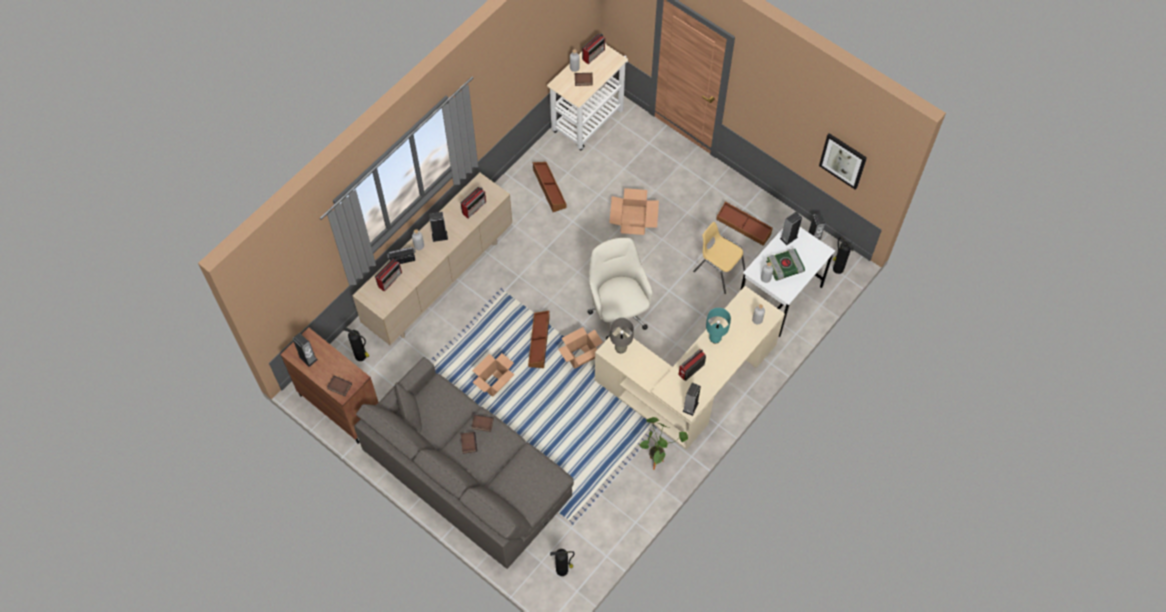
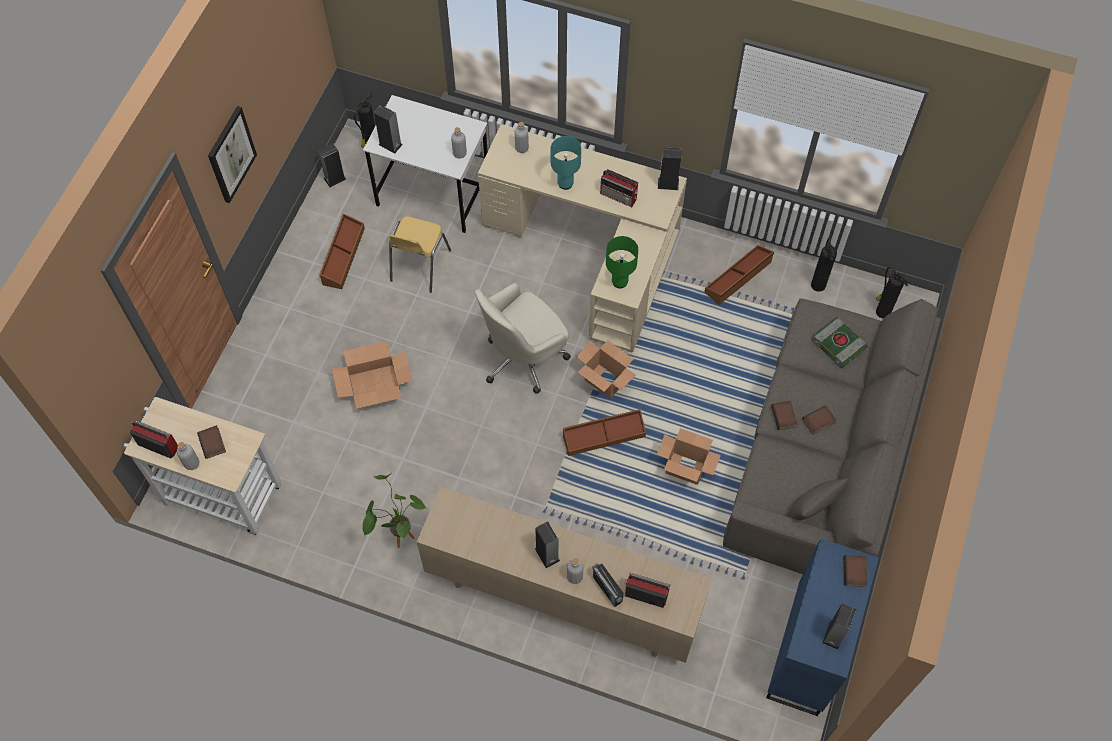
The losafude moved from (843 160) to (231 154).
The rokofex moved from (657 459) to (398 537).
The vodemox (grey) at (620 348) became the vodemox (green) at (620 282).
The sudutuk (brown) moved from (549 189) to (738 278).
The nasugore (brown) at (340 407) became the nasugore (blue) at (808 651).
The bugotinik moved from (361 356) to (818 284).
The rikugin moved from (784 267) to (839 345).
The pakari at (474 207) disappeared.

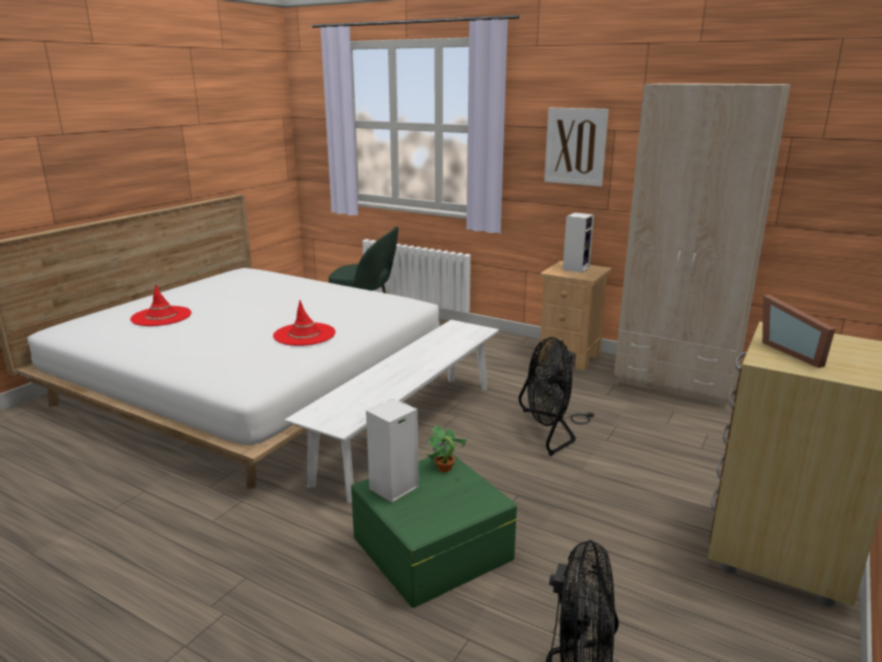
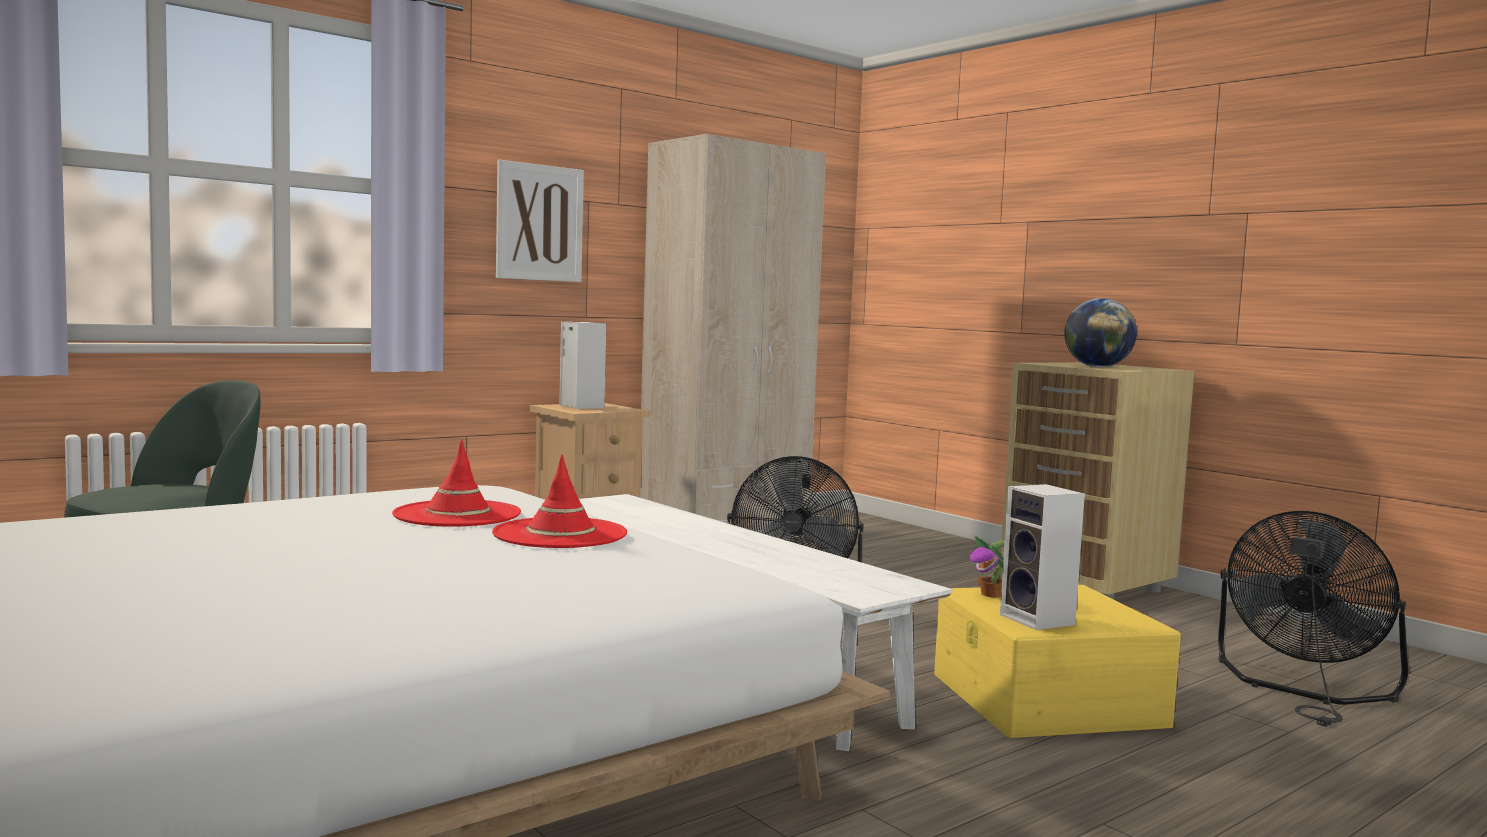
The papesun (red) moved from (161 316) to (457 514).
The sudutuk (green) at (431 547) became the sudutuk (yellow) at (1047 700).
The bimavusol at (794 351) was replaced by the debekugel at (1097 367).

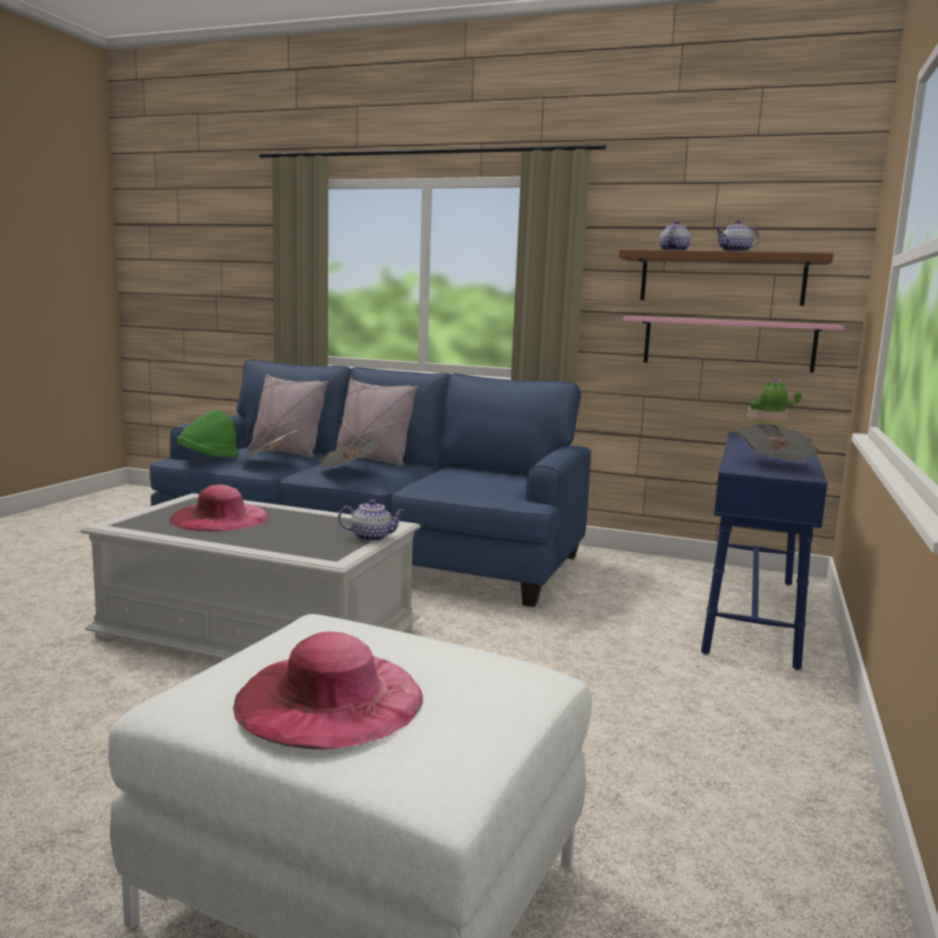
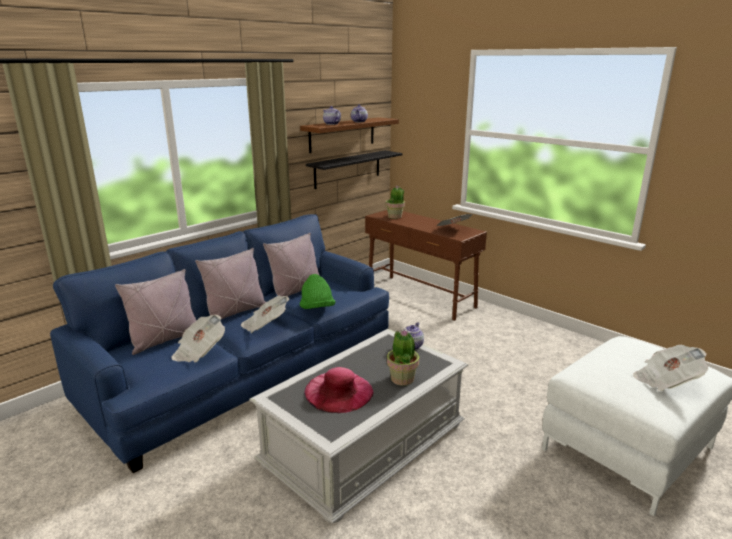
The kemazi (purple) at (296 291) appeared.
The papesun (green) moved from (208 458) to (317 309).
The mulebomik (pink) at (728 343) became the mulebomik (black) at (347 169).
The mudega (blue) at (749 615) became the mudega (brown) at (419 297).
The rokofex at (402 378) appeared.
The papesun (pink) at (330 698) was replaced by the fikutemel at (666 380).

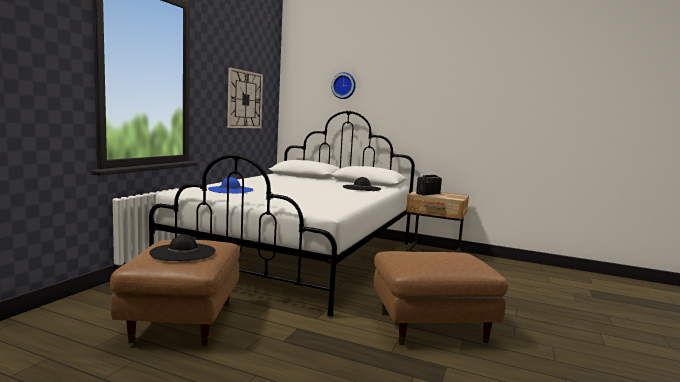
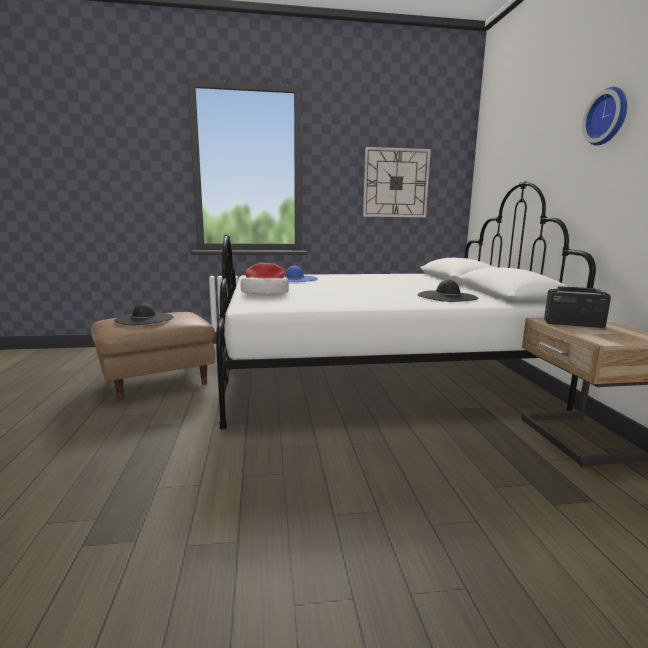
The papesun at (265 293) appeared.
The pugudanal moved from (344 86) to (608 117).
The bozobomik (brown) at (430 327) disappeared.

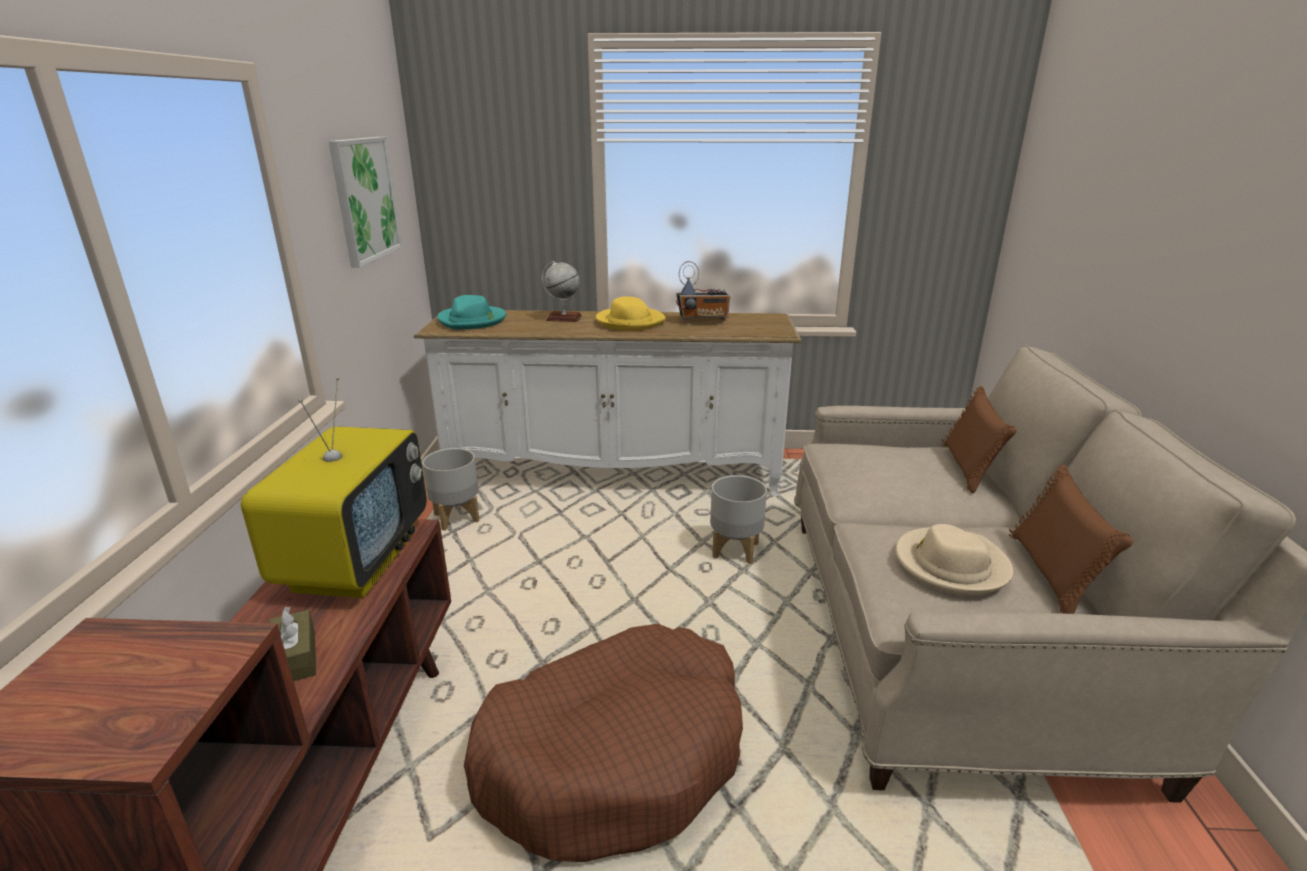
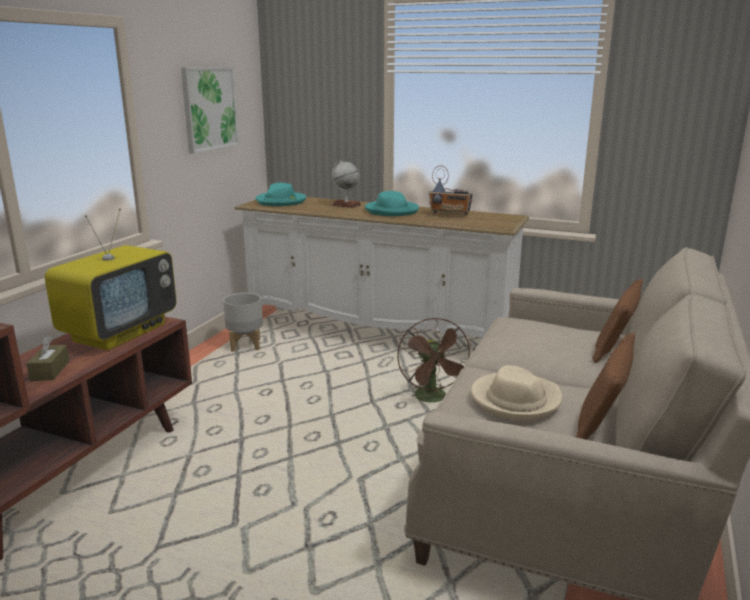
The papesun (yellow) at (629 322) became the papesun (turquoise) at (392 211).
The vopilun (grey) at (735 551) was replaced by the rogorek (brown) at (433 399).
The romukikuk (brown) at (614 755) disappeared.

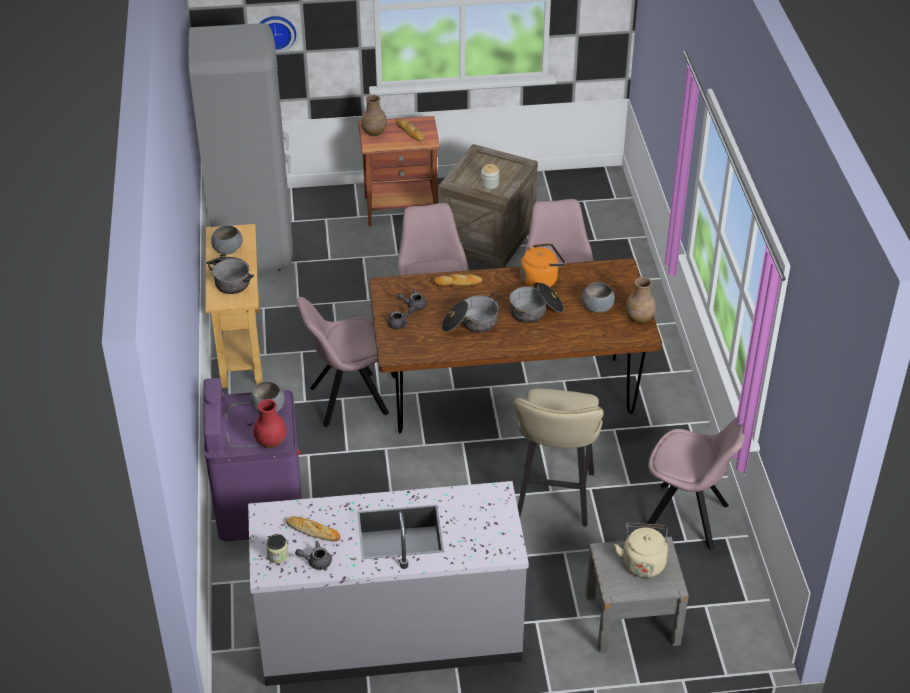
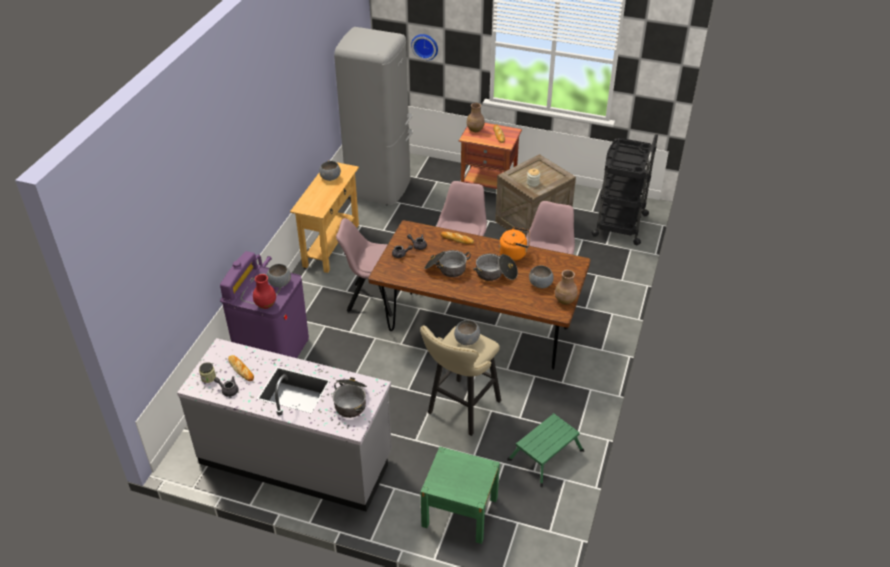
The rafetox moved from (230 280) to (351 401).
The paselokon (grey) at (632 619) became the paselokon (green) at (460 512).
The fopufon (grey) at (466 340) appeared.
The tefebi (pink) at (687 518) was replaced by the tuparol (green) at (545 455).
The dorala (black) at (619 225) appeared.
The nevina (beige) at (643 562) disappeared.

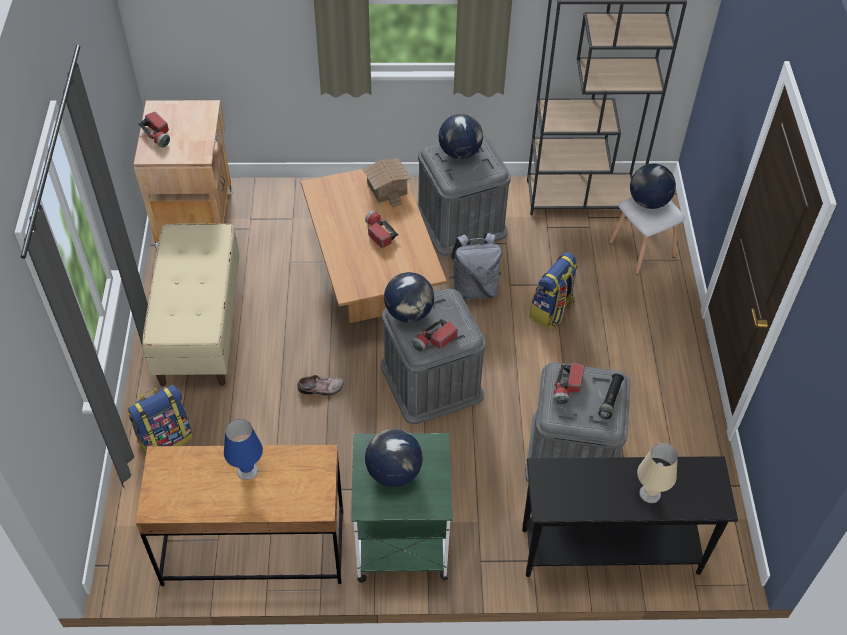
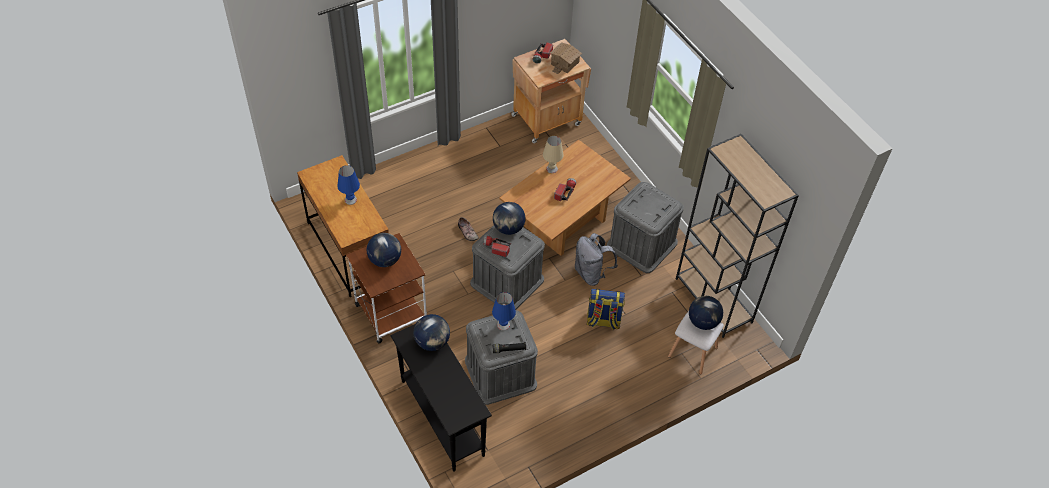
The dorala (green) at (400 541) became the dorala (brown) at (390 312).
The debekugel moved from (460 152) to (432 342).
The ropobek at (567 388) was replaced by the vodemox (blue) at (503 325).
The vodemox (beige) moved from (650 493) to (552 169).
The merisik moved from (387 188) to (565 63).
The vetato at (165 438) disappeared.
The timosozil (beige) at (199 326) disappeared.

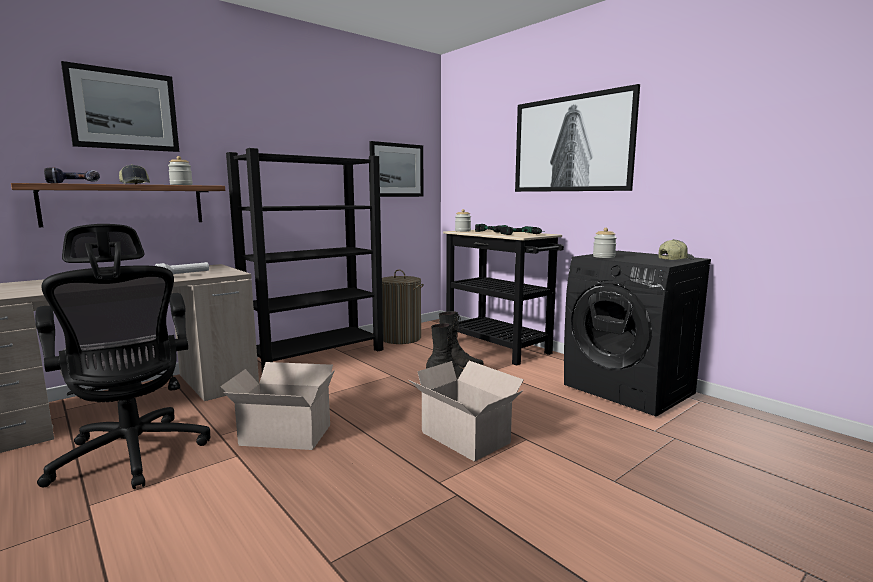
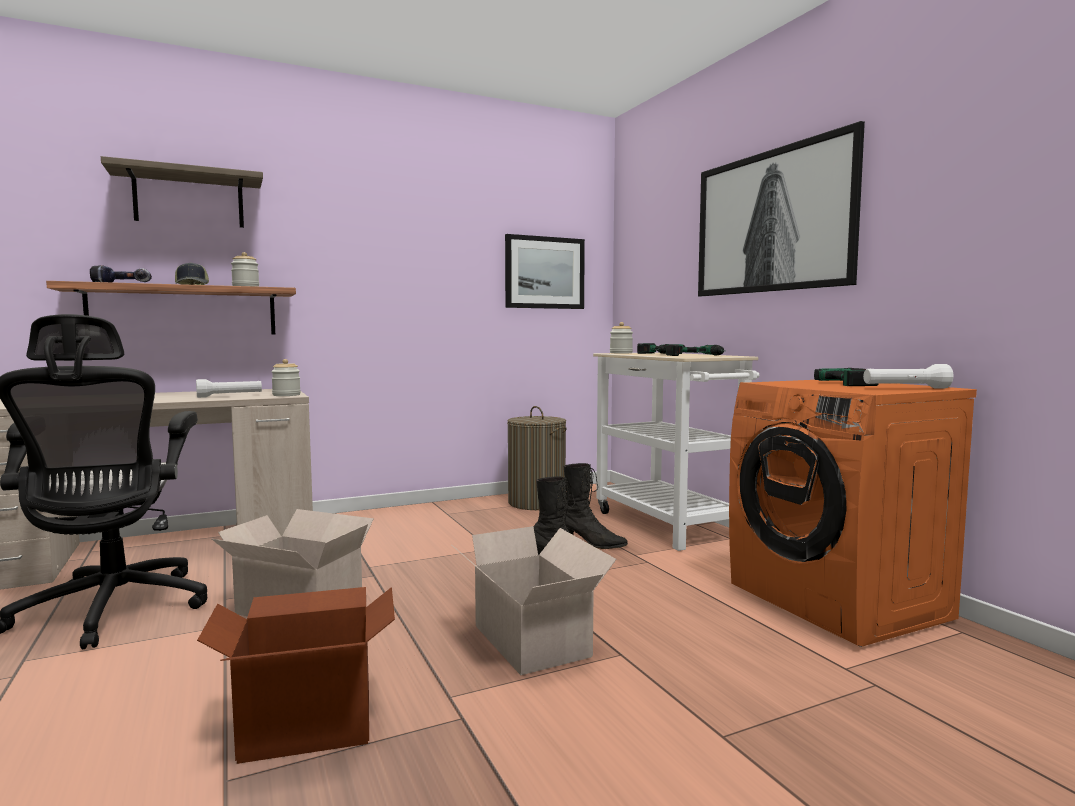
The losafude at (124 110) was replaced by the mulebomik at (189 200).
The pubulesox at (307 726) appeared.
The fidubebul moved from (603 257) to (286 395).
The dorala (black) at (499 348) became the dorala (white) at (668 525).
The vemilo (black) at (628 392) became the vemilo (orange) at (837 605).
The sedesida at (863 383) appeared.
The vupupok at (674 259) was replaced by the ropobek (white) at (905 388).
The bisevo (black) at (316 356) disappeared.

